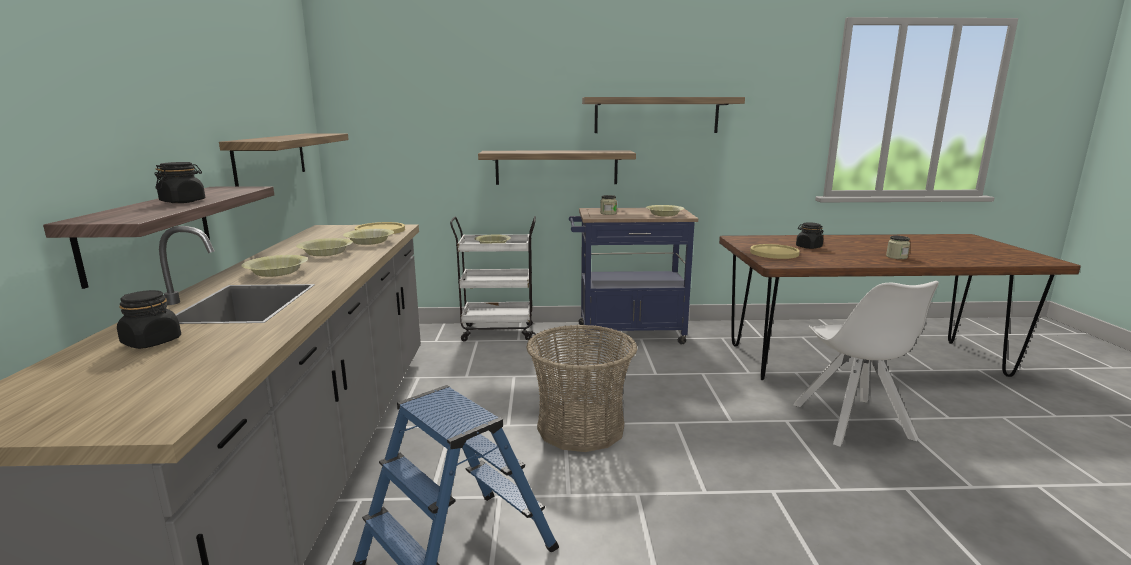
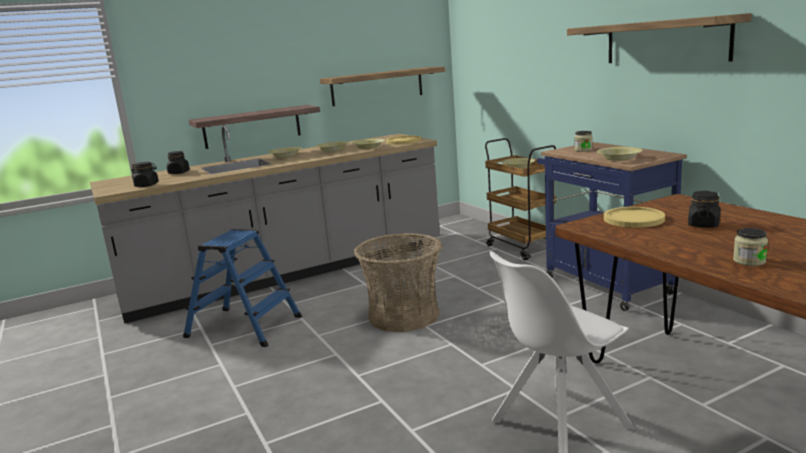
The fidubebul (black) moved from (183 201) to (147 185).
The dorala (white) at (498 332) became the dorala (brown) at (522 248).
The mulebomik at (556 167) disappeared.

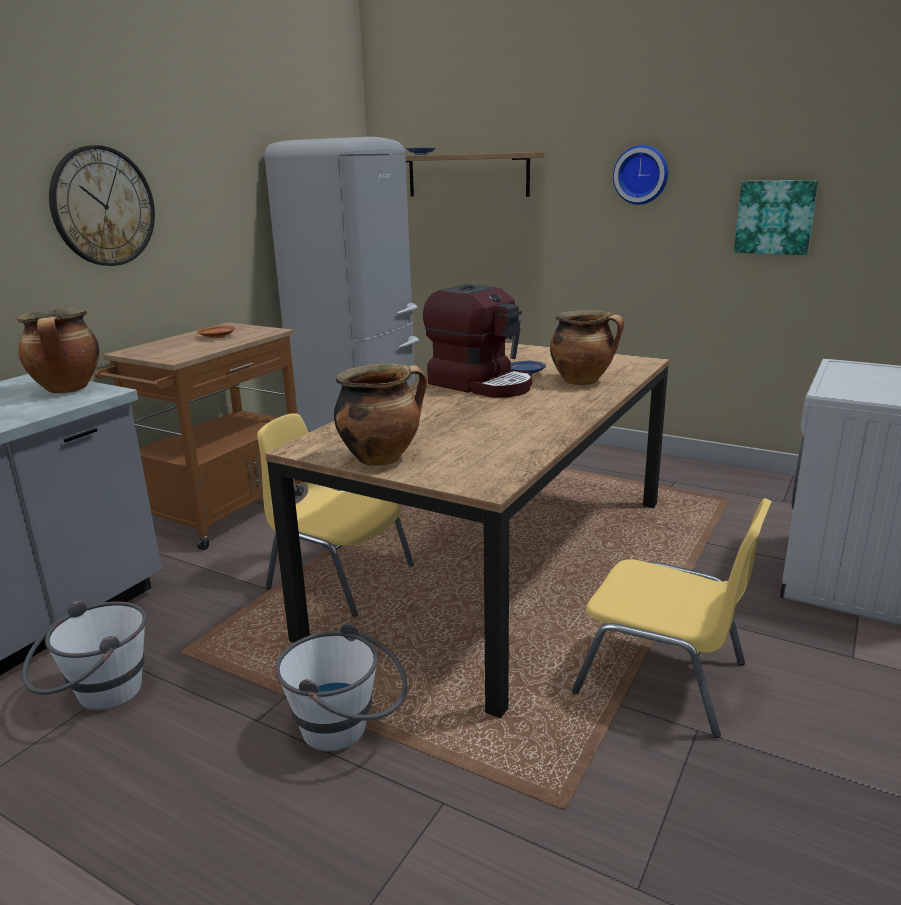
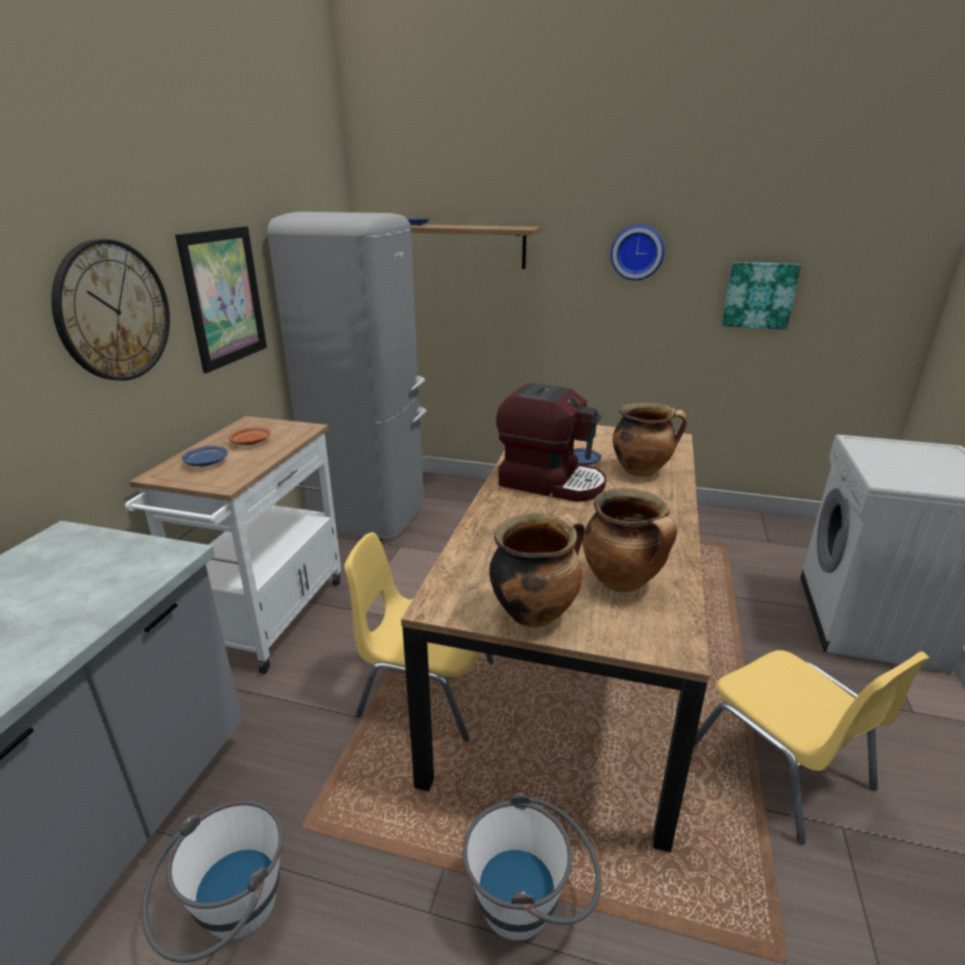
The dorala (brown) at (223 514) became the dorala (white) at (266 619).
The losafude at (224 297) appeared.
The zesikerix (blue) at (206 462) appeared.
The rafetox moved from (68 389) to (623 582).
The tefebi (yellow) at (663 678) turned 45 degrees clockwise.

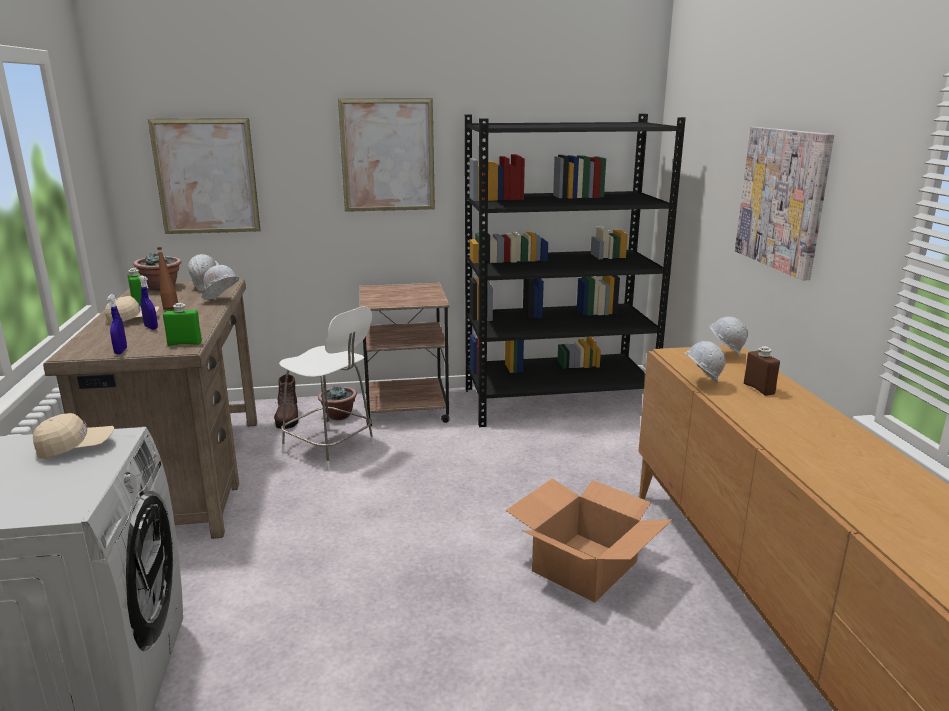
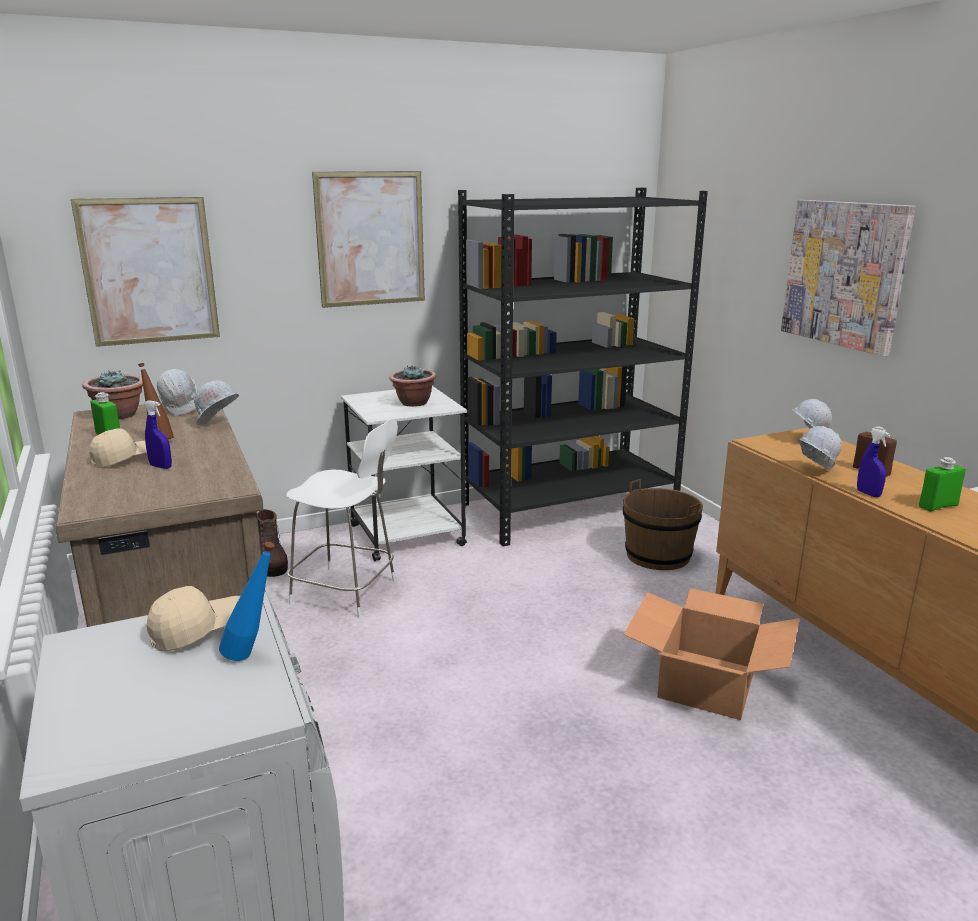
The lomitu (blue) at (253 656) appeared.
The dorala (brown) at (407 408) became the dorala (white) at (408 534).
The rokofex moved from (338 416) to (413 403).
The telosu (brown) at (658 556) appeared.
The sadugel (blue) moved from (121 351) to (868 494).
The lomitu (green) moved from (184 343) to (938 506).

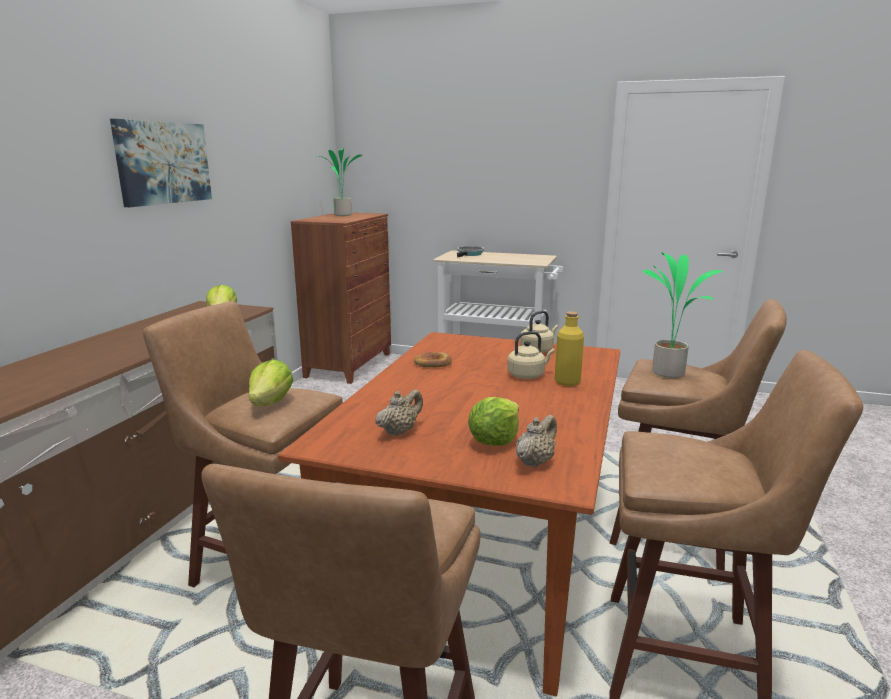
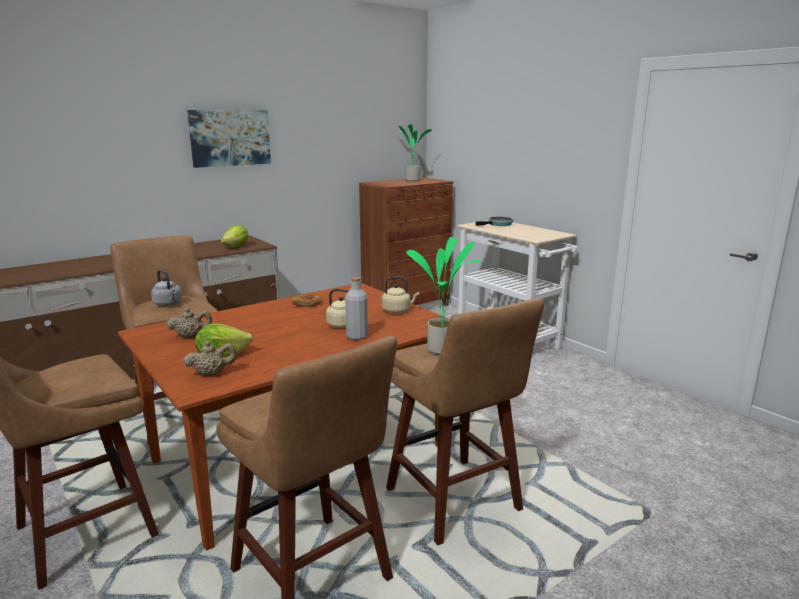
The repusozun at (271 402) was replaced by the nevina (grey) at (168 304).
The lomitu (yellow) at (567 382) became the lomitu (grey) at (357 336).

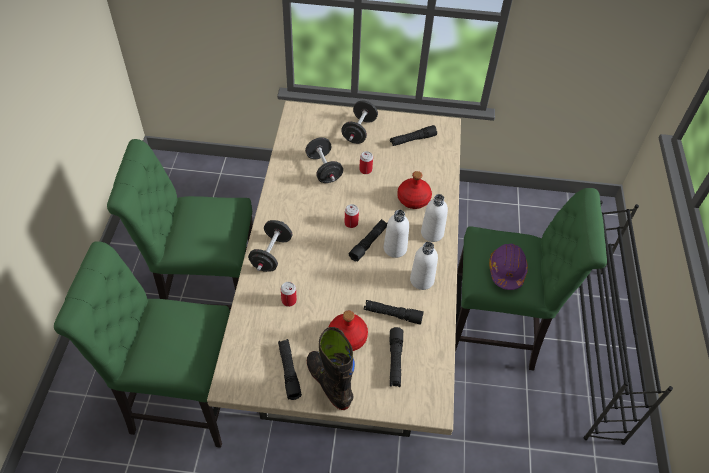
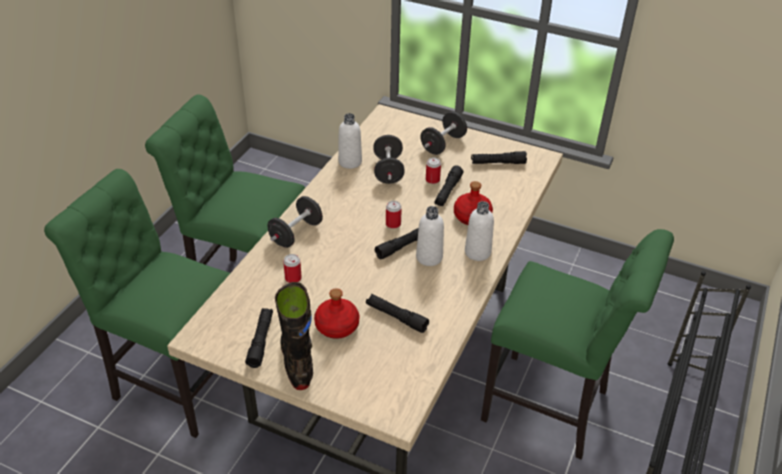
The lomitu (white) moved from (422 280) to (350 162).
The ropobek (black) moved from (395 360) to (448 191).
The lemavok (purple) at (506 270) disappeared.

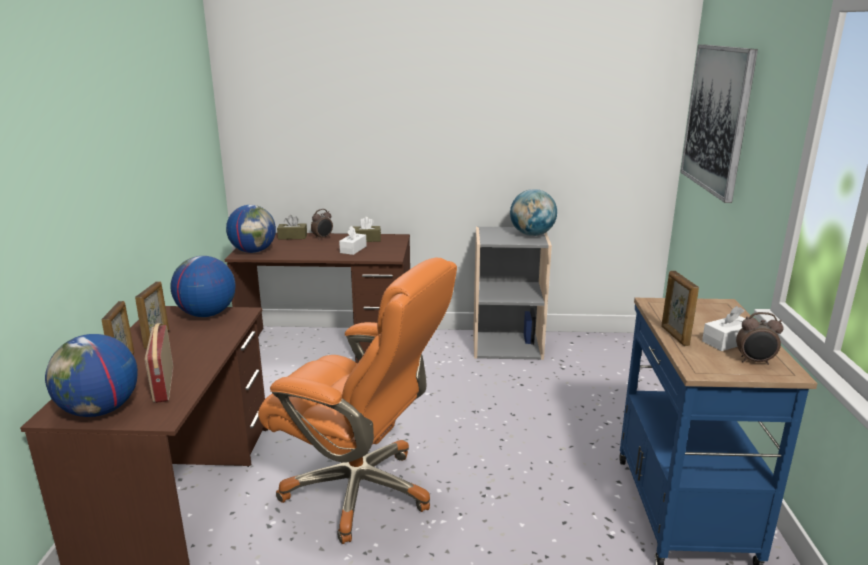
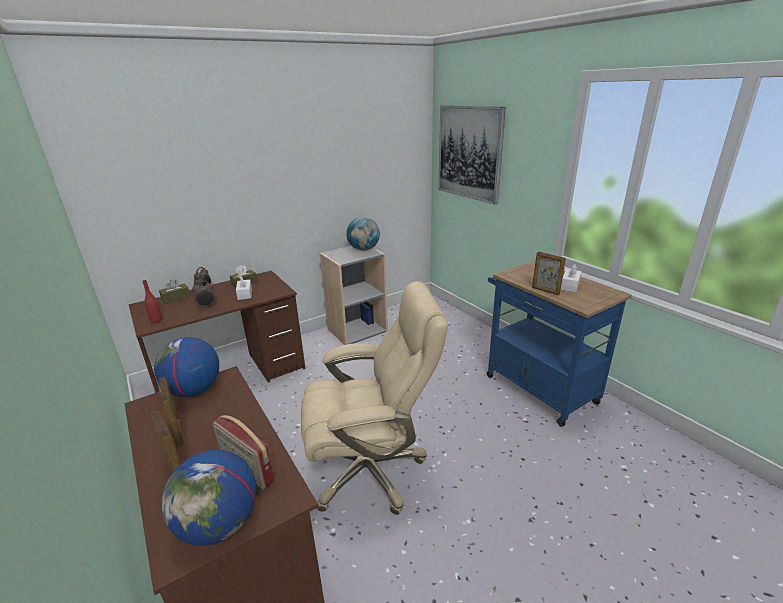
The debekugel at (253 251) was replaced by the lomitu (red) at (156 320).
The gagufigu moved from (754 361) to (207 306).
The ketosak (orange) at (361 494) became the ketosak (beige) at (372 473).

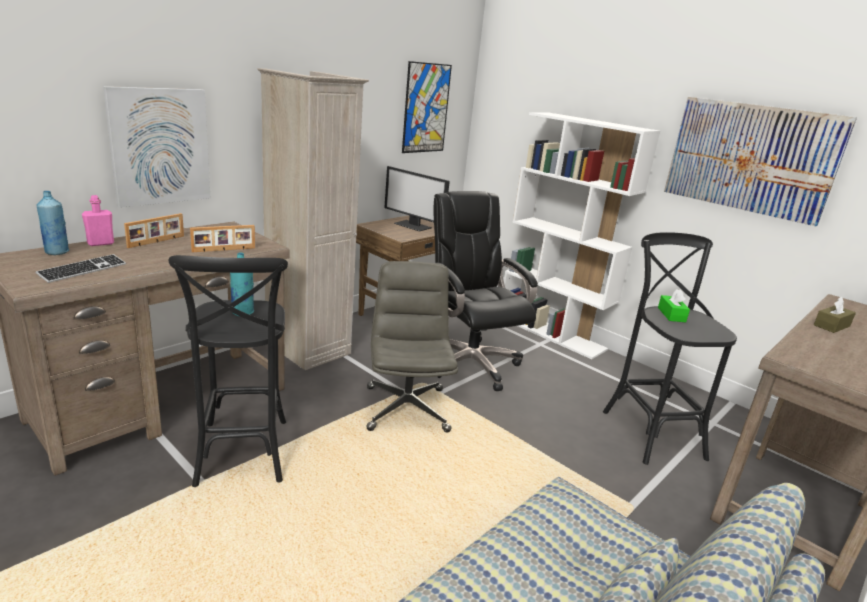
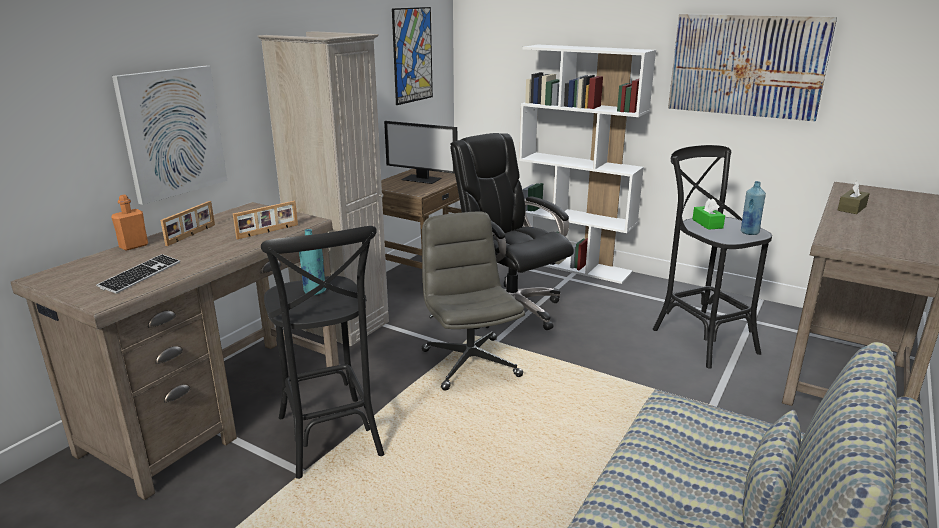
The lomitu (pink) at (100 243) became the lomitu (orange) at (134 246).
The lomitu (blue) moved from (57 252) to (749 232).

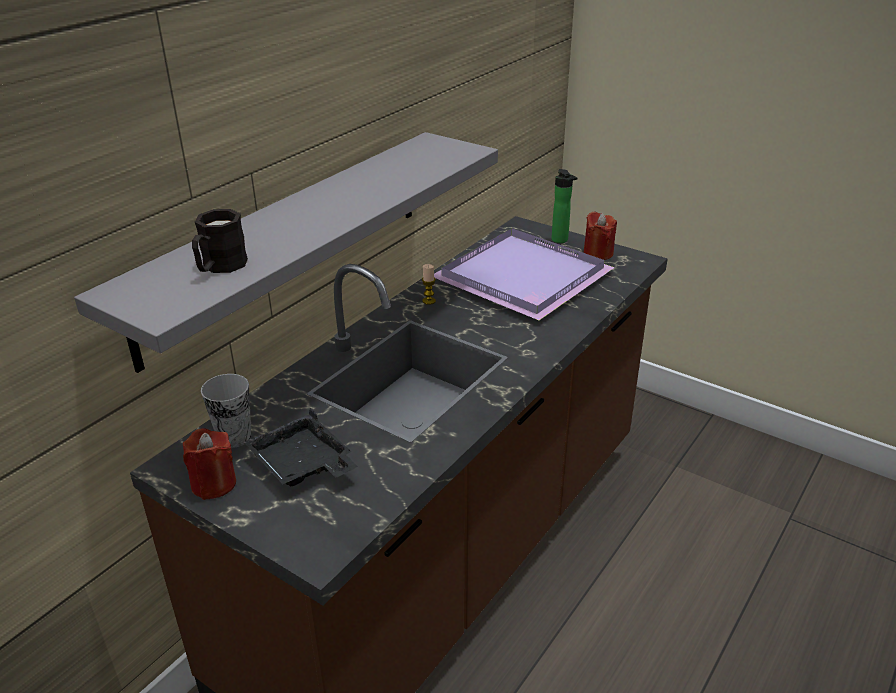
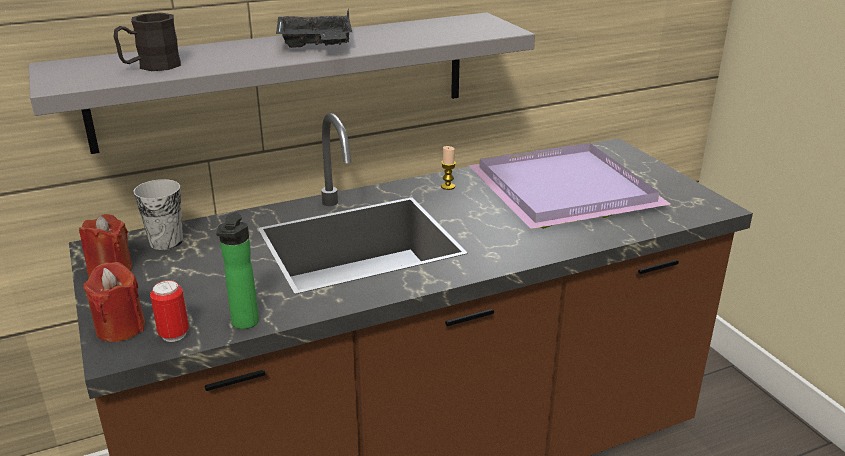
The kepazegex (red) moved from (598 253) to (120 328).
The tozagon at (174 334) appeared.
The lomitu moved from (561 241) to (244 324).
The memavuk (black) moved from (302 464) to (316 44).

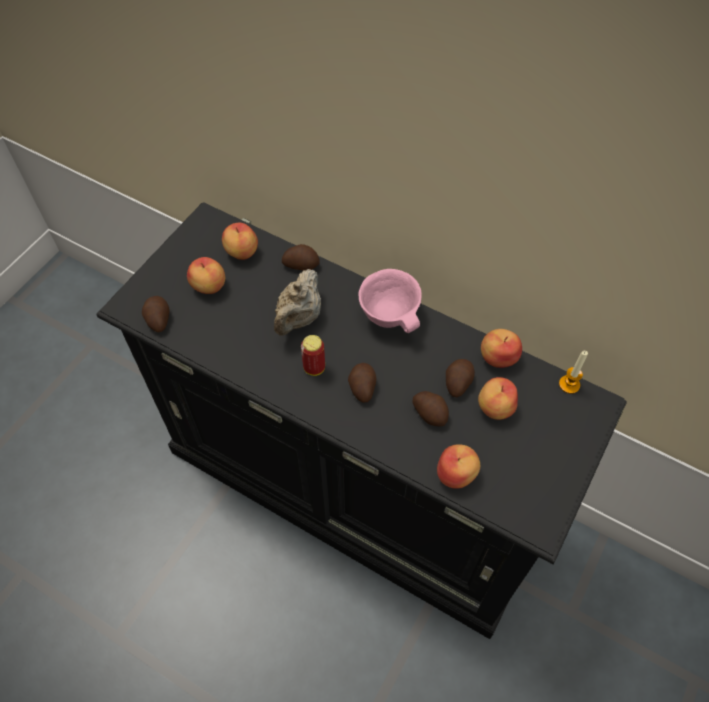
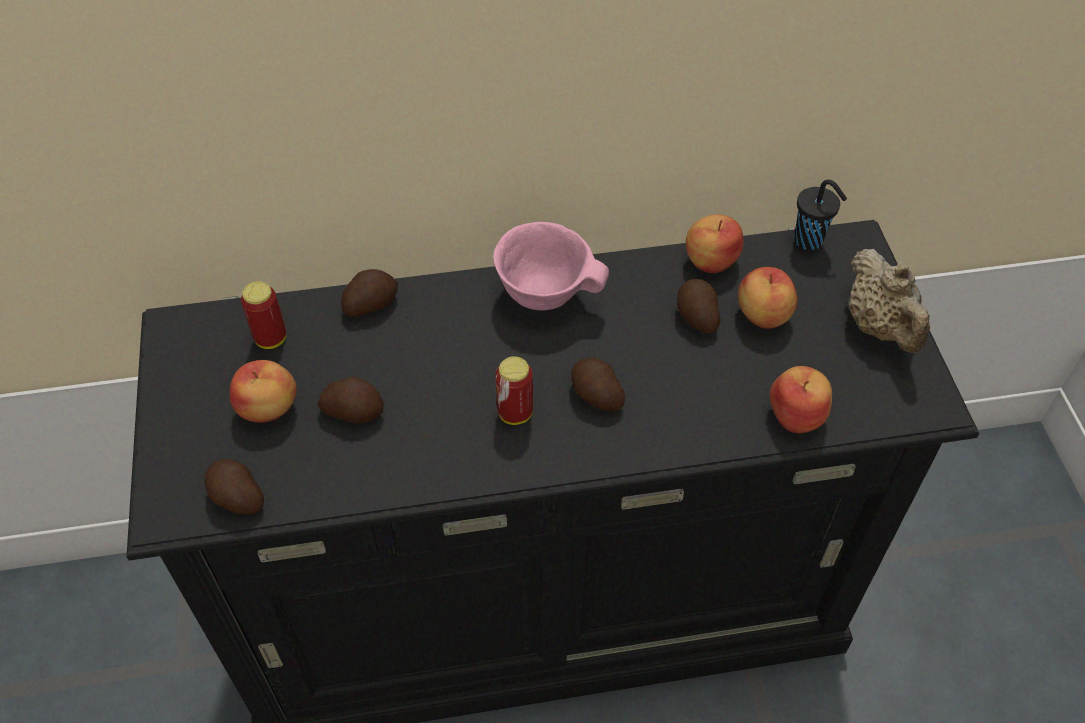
The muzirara at (241 252) was replaced by the tozagon at (271 338).
The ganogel moved from (430 413) to (353 410).
The kepazegex at (569 384) was replaced by the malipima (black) at (810 241).
The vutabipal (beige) moved from (299 318) to (880 327).

